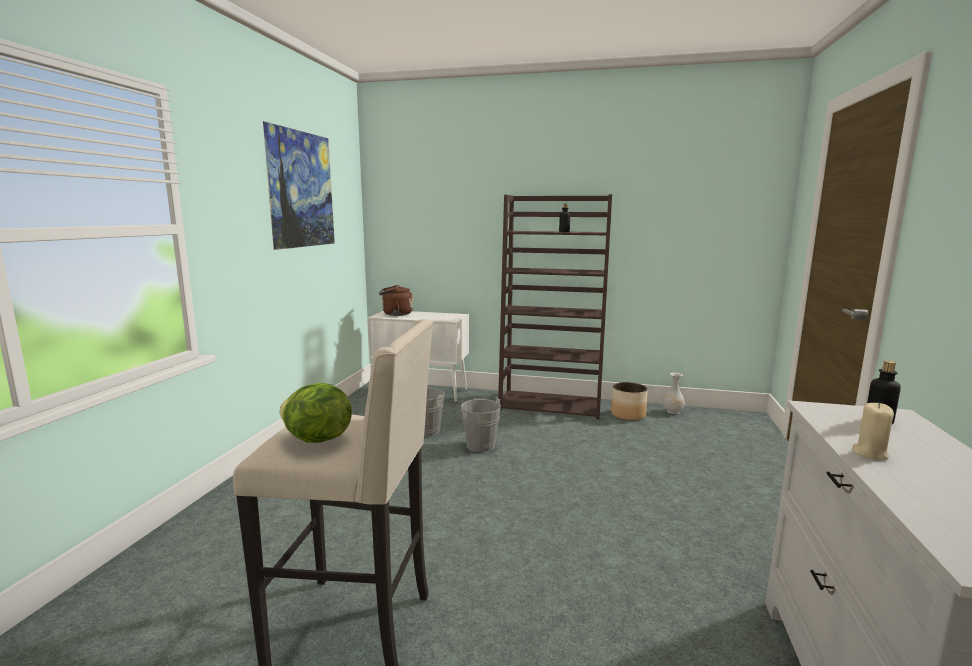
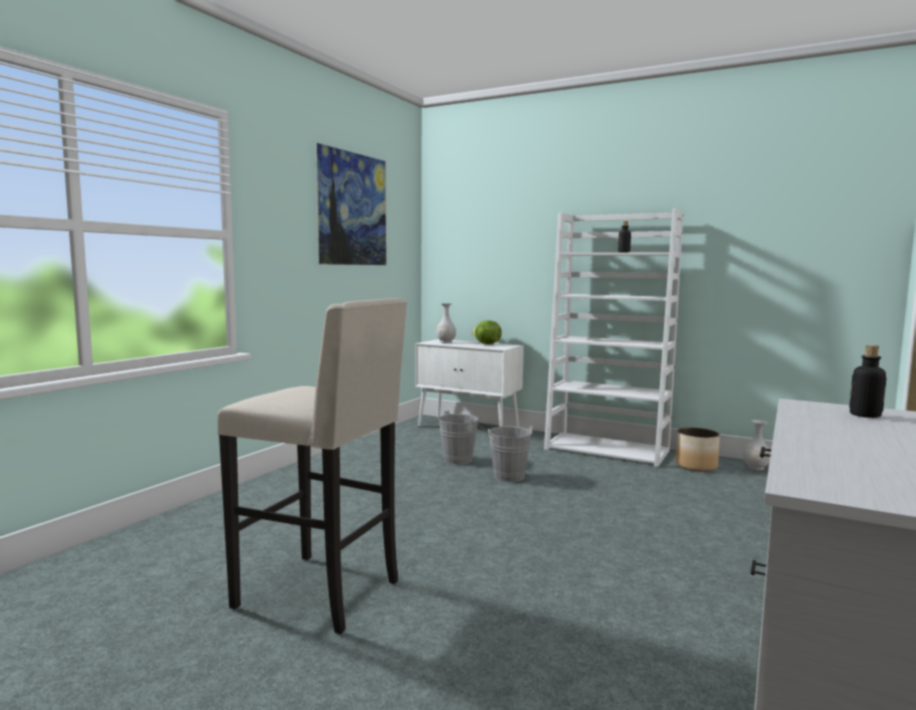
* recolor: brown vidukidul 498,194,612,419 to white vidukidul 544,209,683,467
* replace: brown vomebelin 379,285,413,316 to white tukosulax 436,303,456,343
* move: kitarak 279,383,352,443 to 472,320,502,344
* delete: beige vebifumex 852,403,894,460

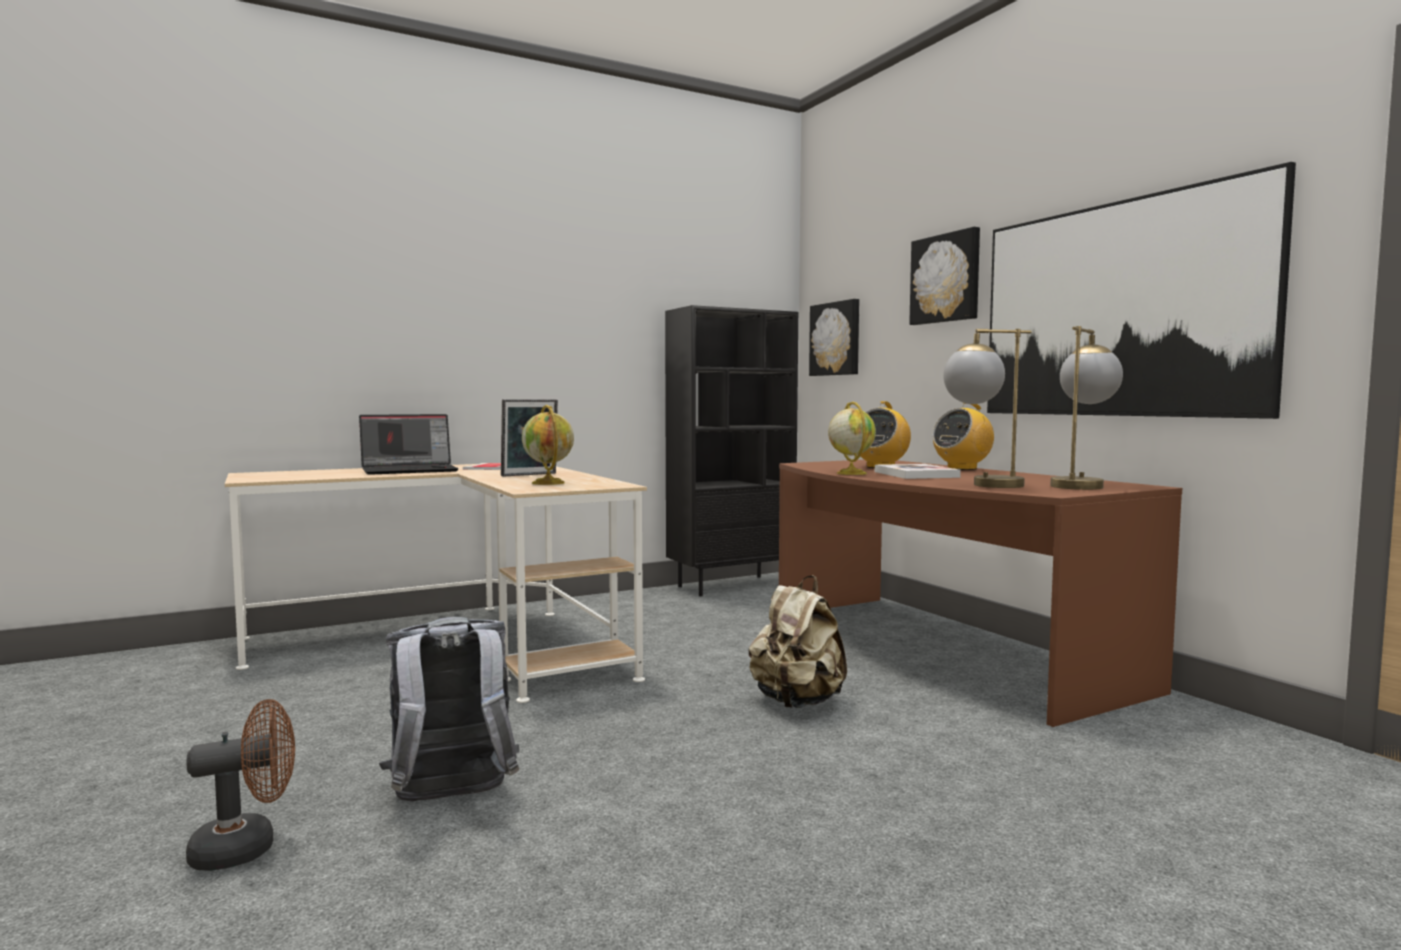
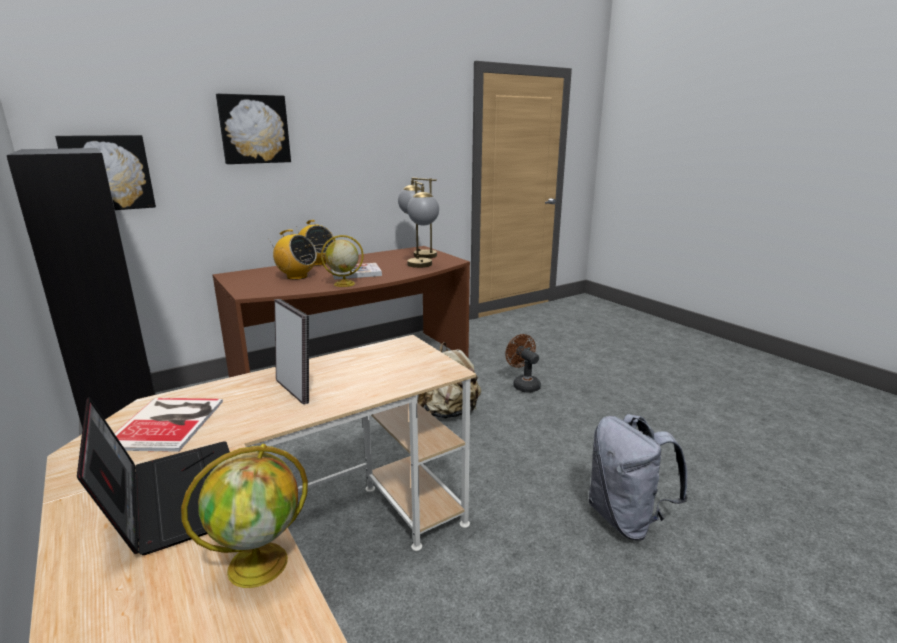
* delete: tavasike 987,162,1296,419
* move: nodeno 522,405,574,485 to 181,444,308,588
* move: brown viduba 186,699,295,871 to 505,334,541,393

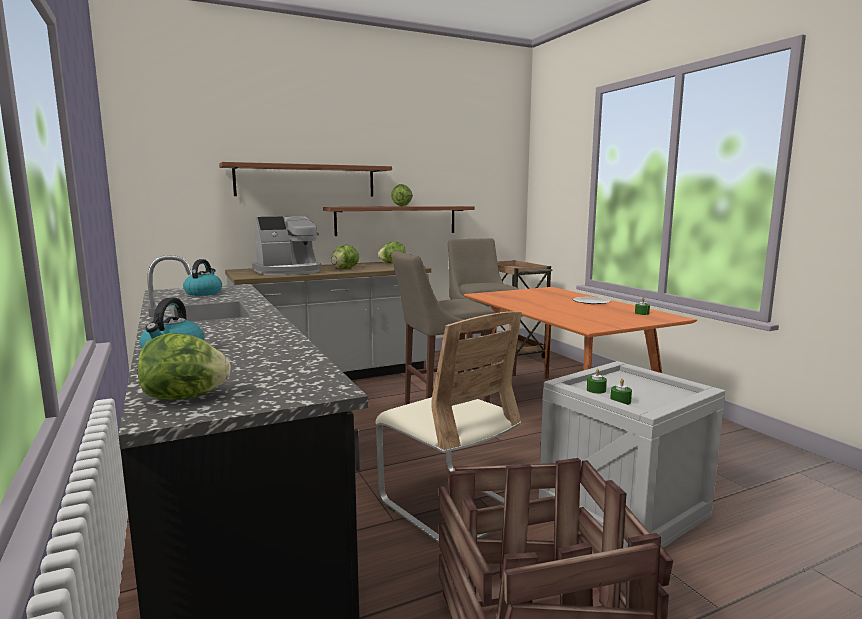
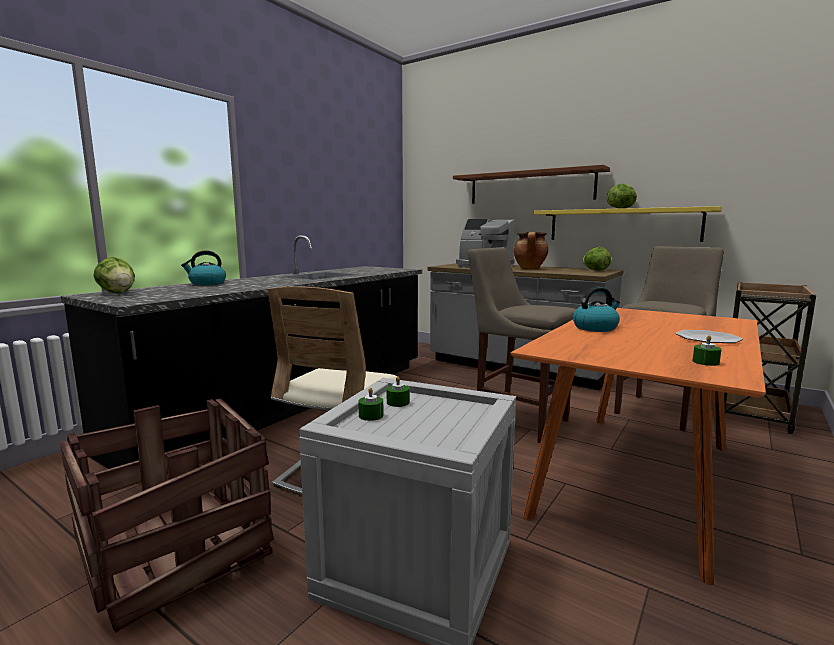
* recolor: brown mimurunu 323,206,475,236 to yellow mimurunu 534,206,722,242
* replace: kitarak 331,245,359,269 to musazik 514,232,548,269
* move: vomebelin 183,259,222,296 to 573,287,620,332

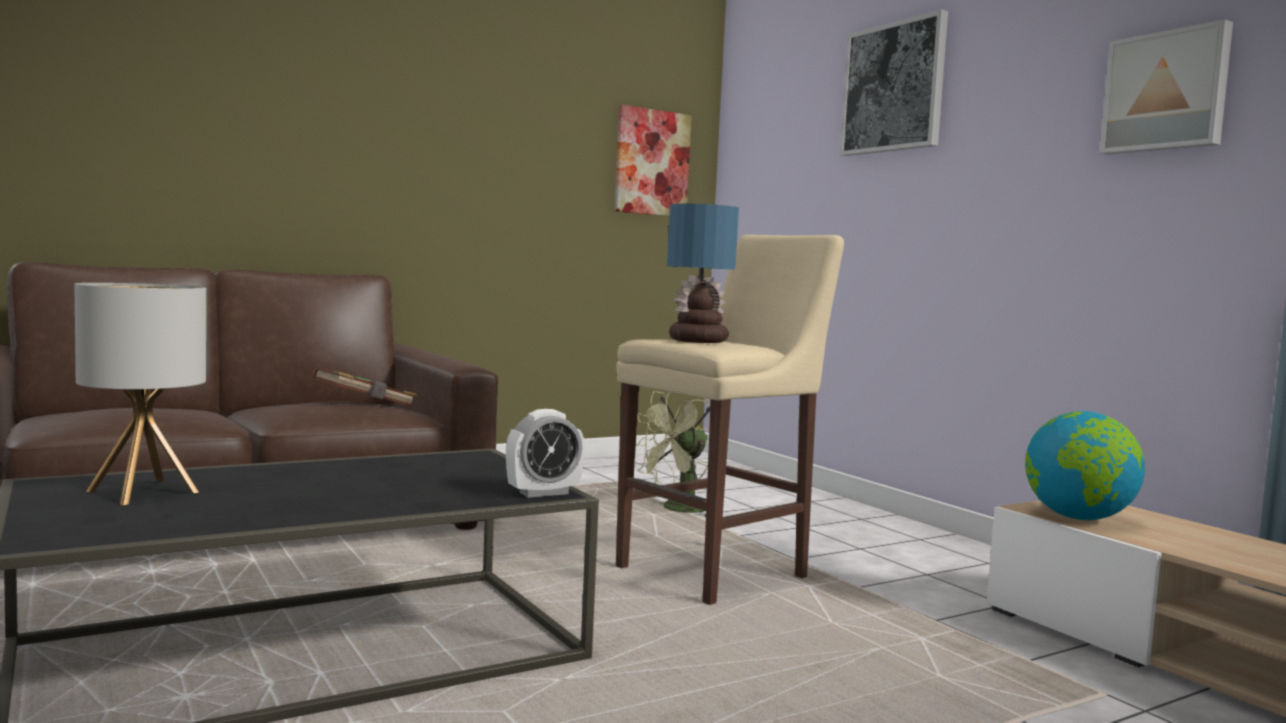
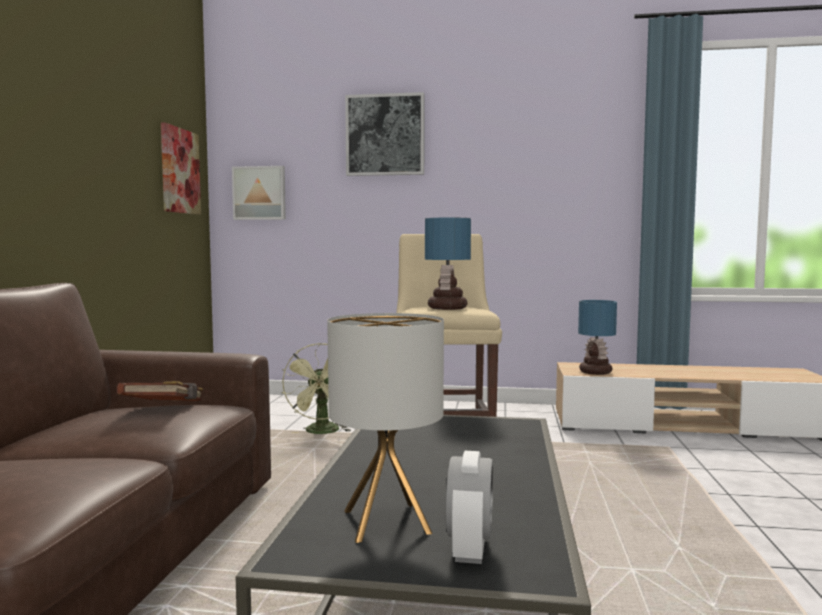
* move: tavasike 1100,20,1233,154 to 232,166,286,220
* move: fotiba 506,409,585,498 to 445,451,493,564
* replace: nodeno 1025,411,1145,520 to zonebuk 578,300,617,375

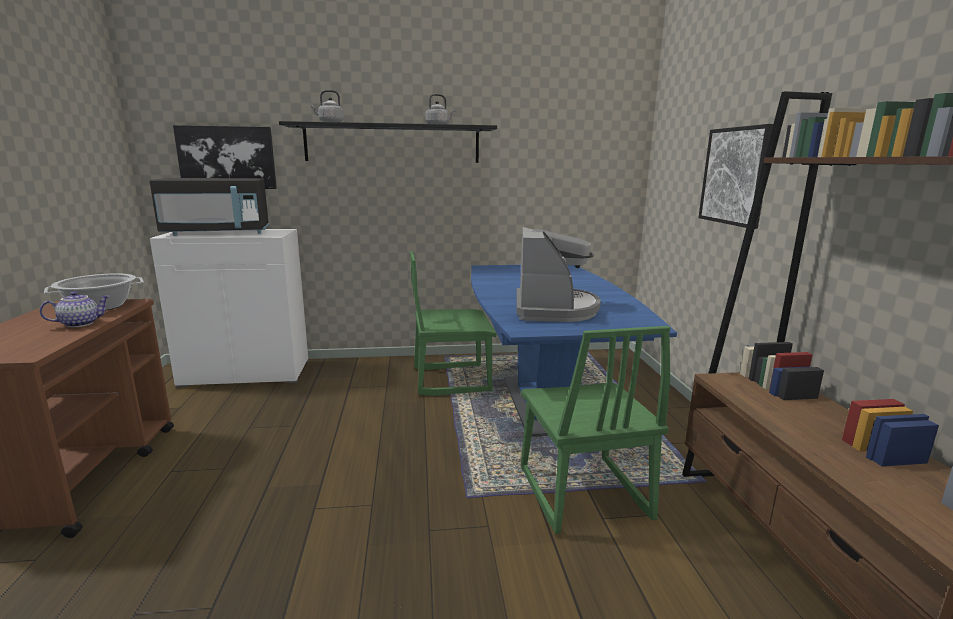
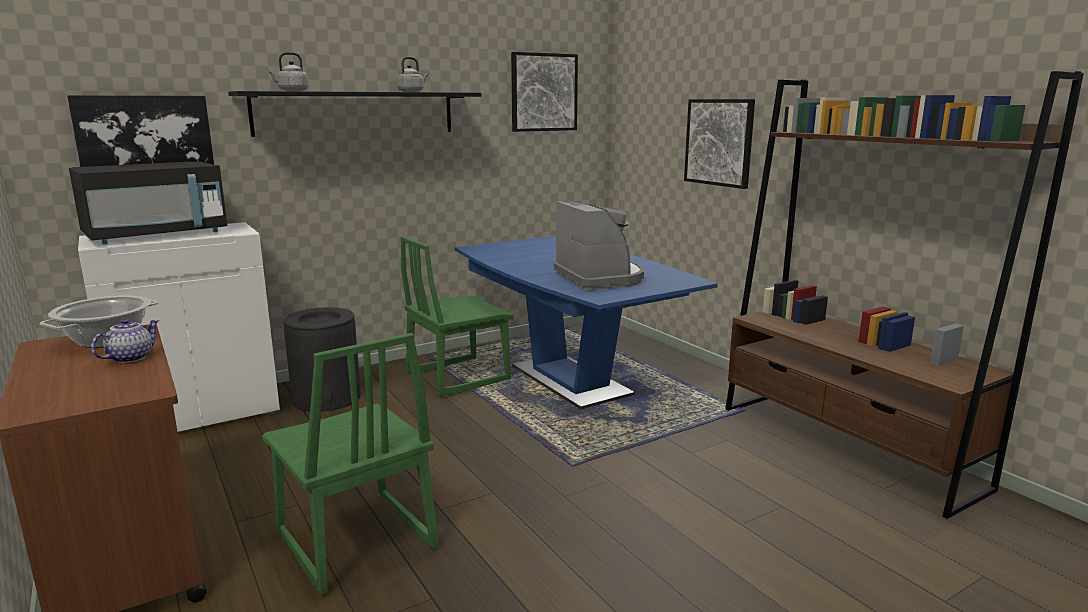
* move: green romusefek 521,326,670,534 to 262,333,439,595
* insert: tavasike 511,52,578,132
* insert: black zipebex 283,307,361,412

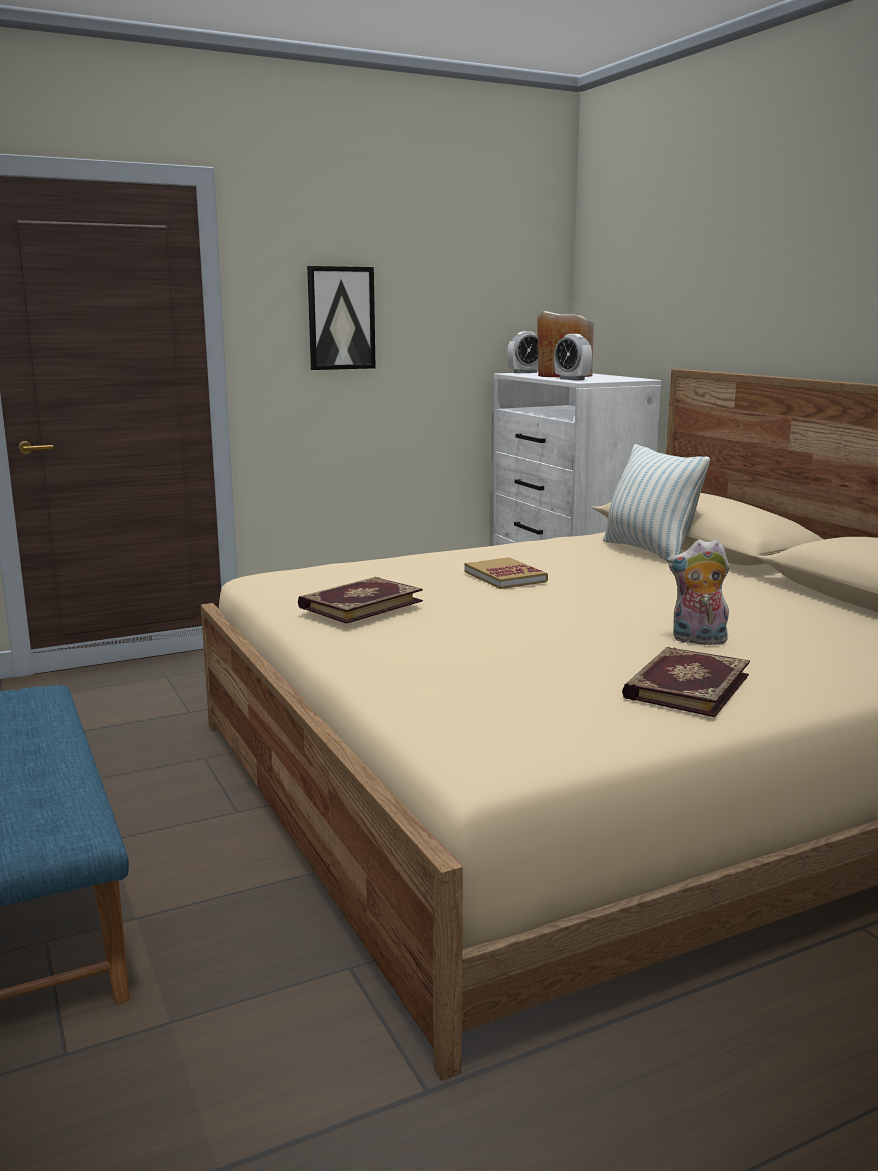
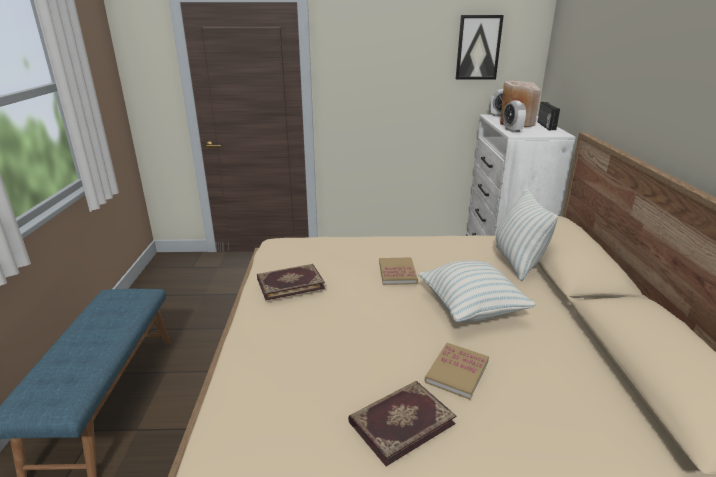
* move: tavasike 307,266,376,370 to 456,15,504,80
* replace: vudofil 668,539,730,647 to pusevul 424,343,489,400
* insert: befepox 538,102,560,130
* insert: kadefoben 418,260,536,322

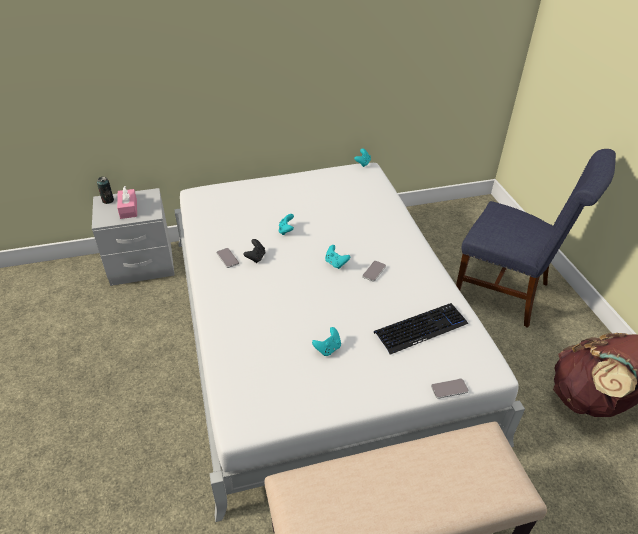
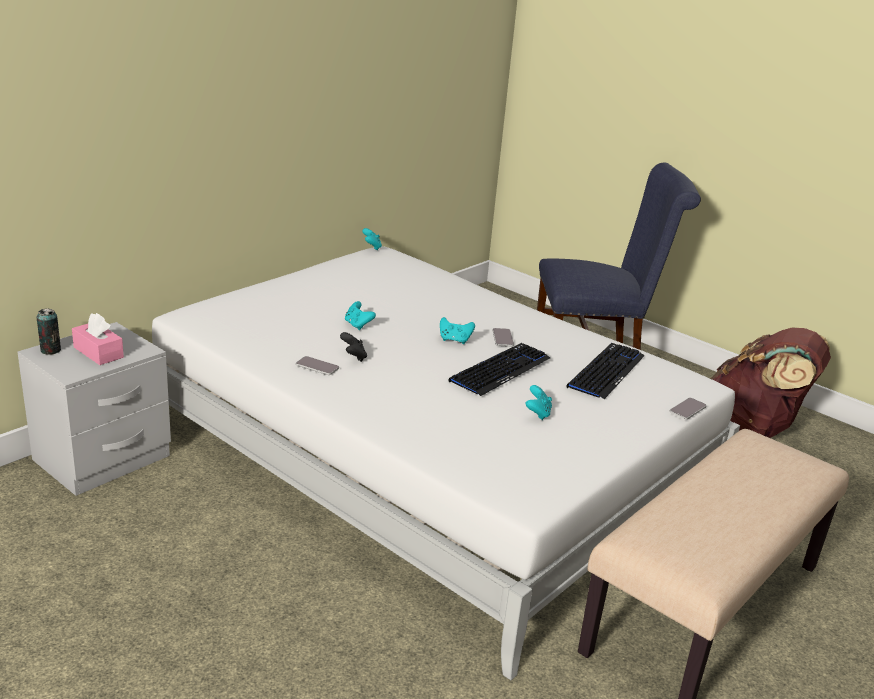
* insert: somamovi 448,343,550,396

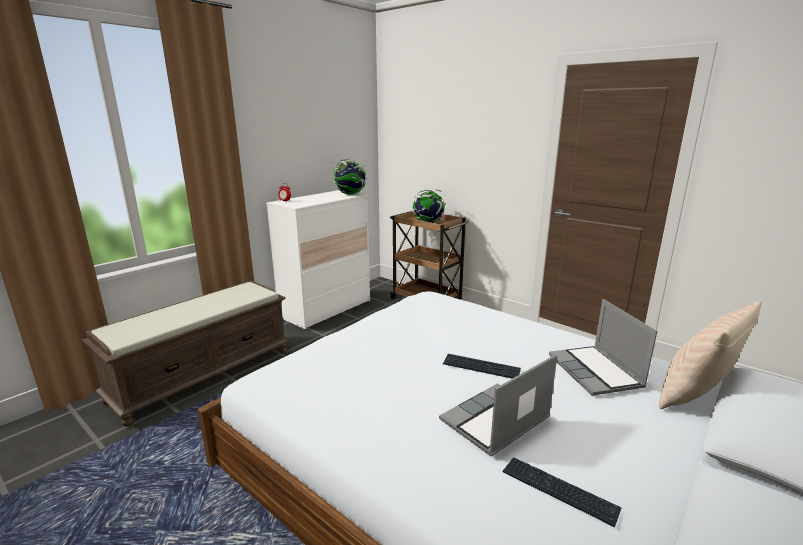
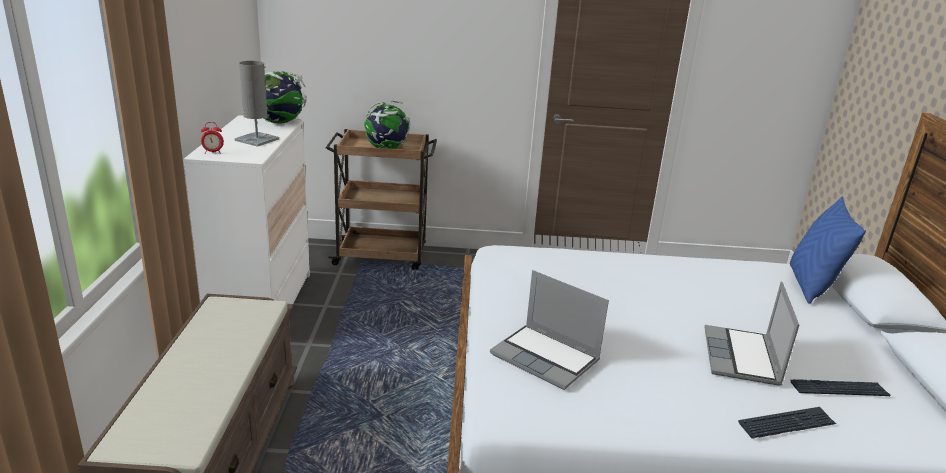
* move: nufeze 549,299,657,396 to 490,270,609,390
* recolor: beige kadefoben 659,301,762,409 to blue kadefoben 790,197,866,304
* move: somamovi 443,354,521,379 to 738,407,836,439
* insert: grey zonebuk 234,61,279,147

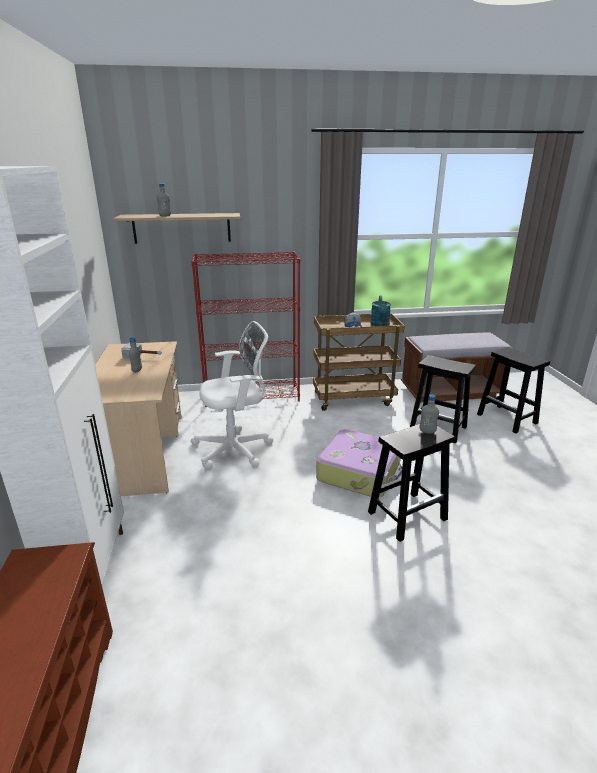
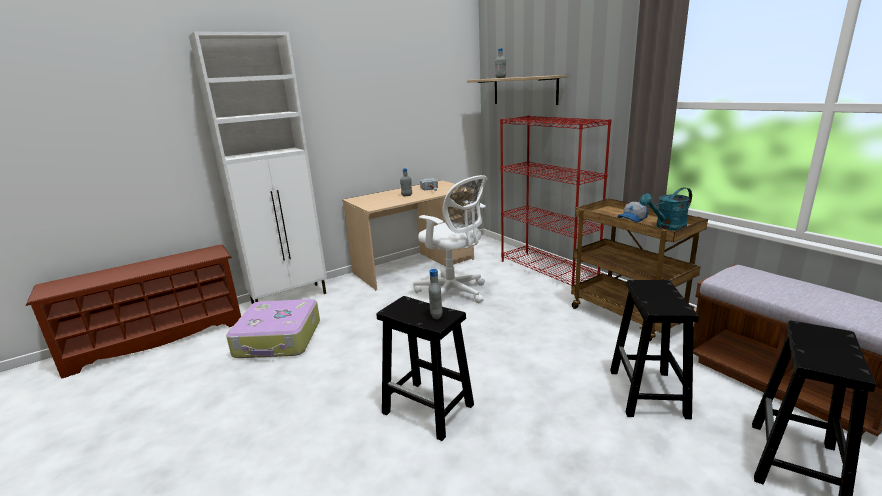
* move: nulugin 316,429,402,498 to 226,299,320,358

